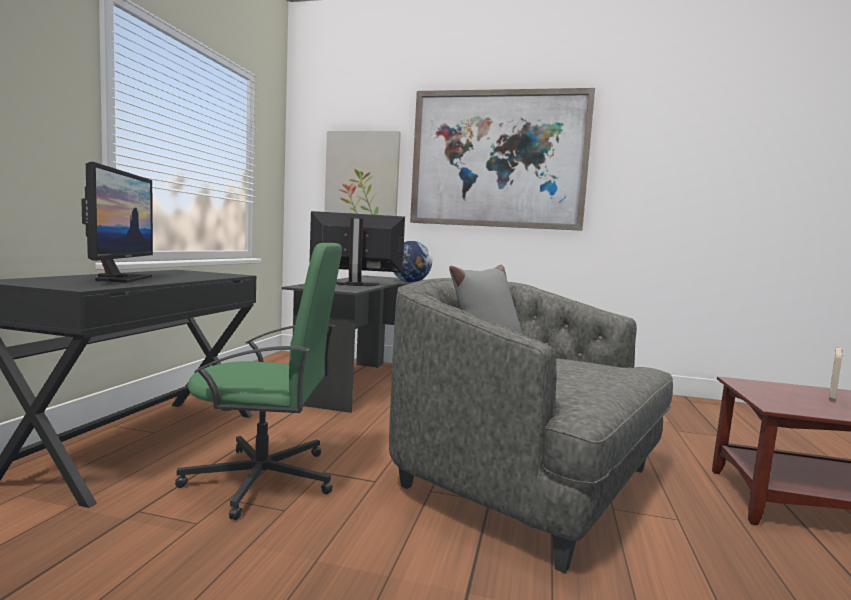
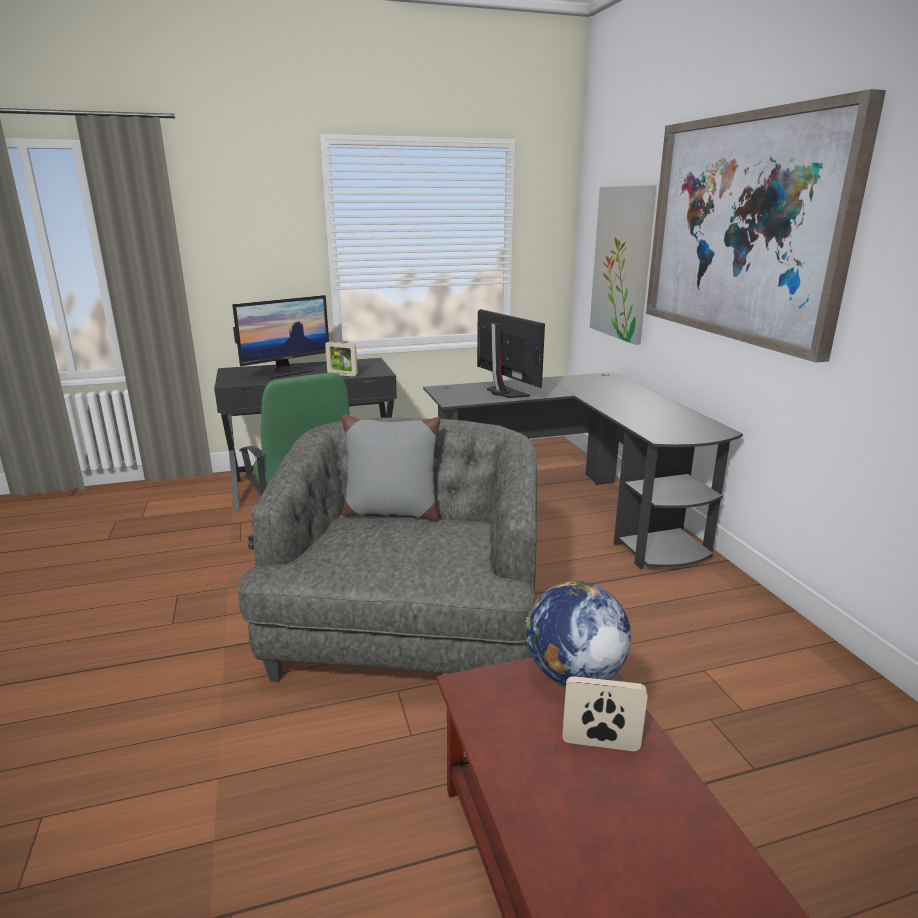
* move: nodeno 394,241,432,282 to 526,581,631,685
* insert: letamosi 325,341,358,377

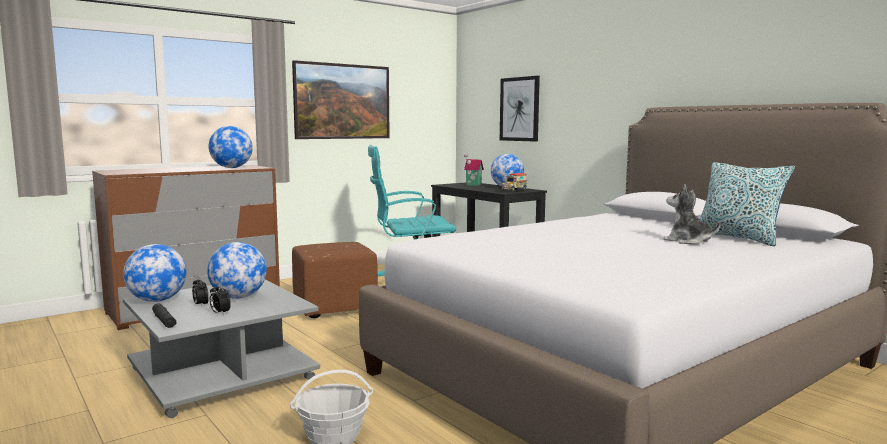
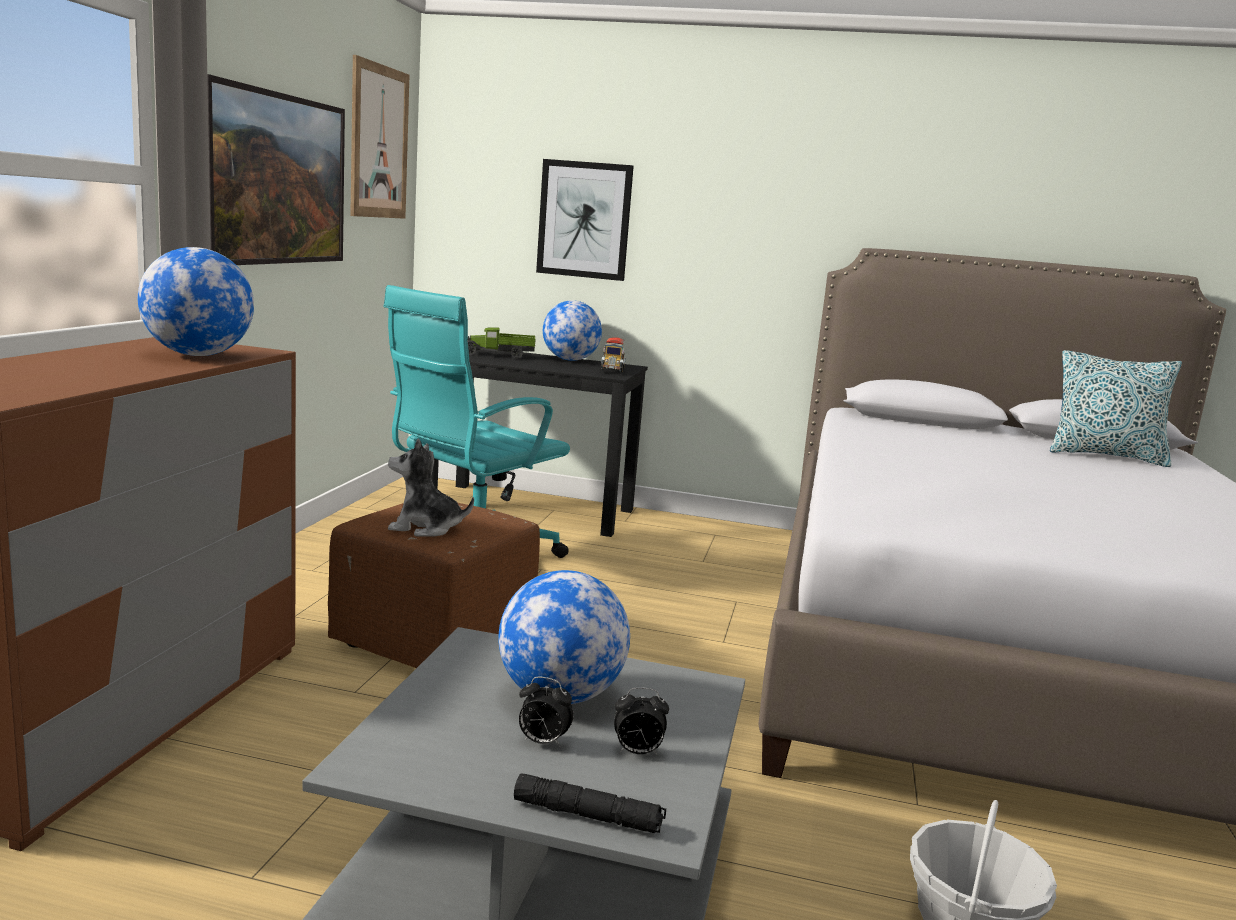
* replace: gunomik 464,153,484,186 to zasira 467,327,535,359
* move: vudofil 663,184,720,245 to 388,439,474,537
* delete: nodeno 123,244,186,302
* insert: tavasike 350,55,409,219

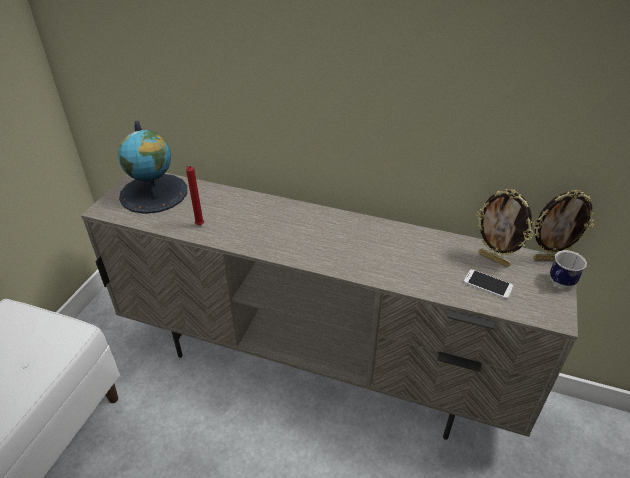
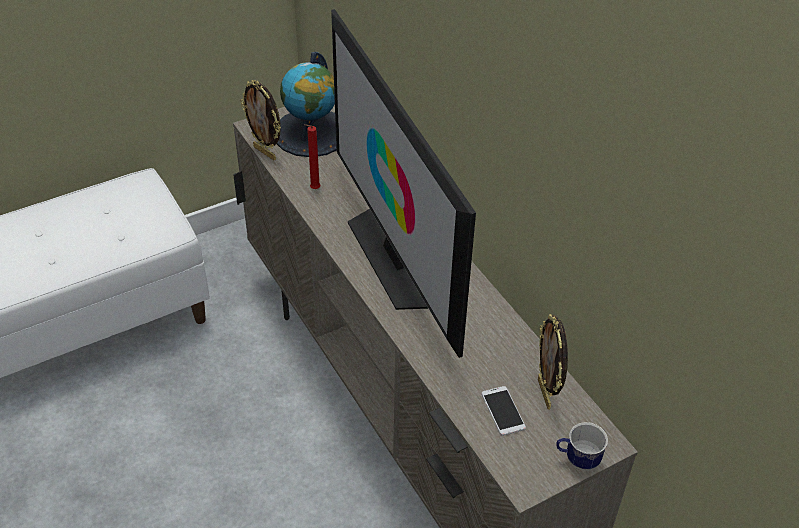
* move: letamosi 533,189,595,261 to 240,80,281,160
* insert: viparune 331,9,476,358

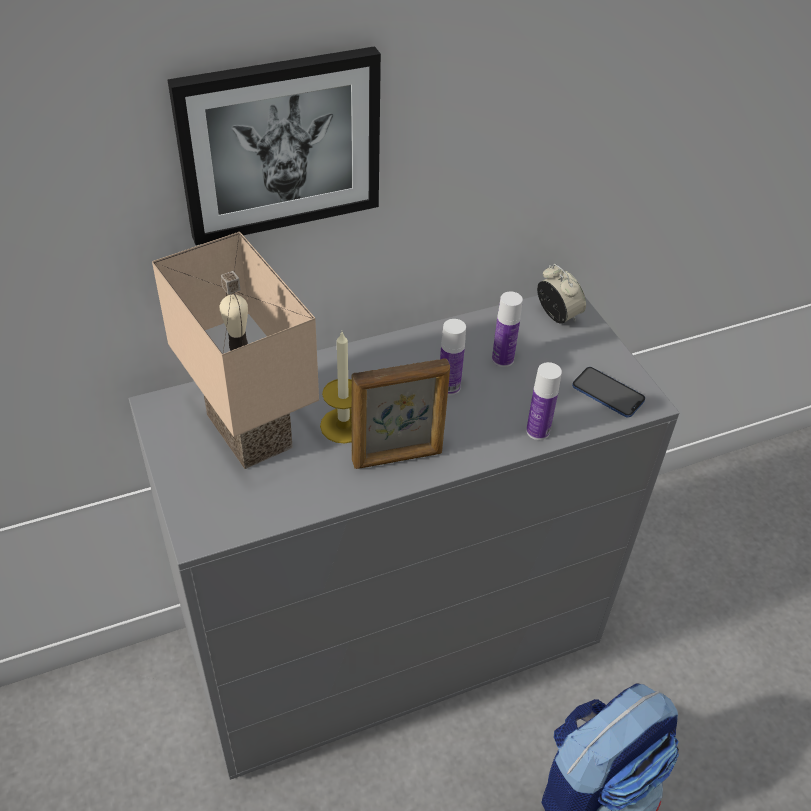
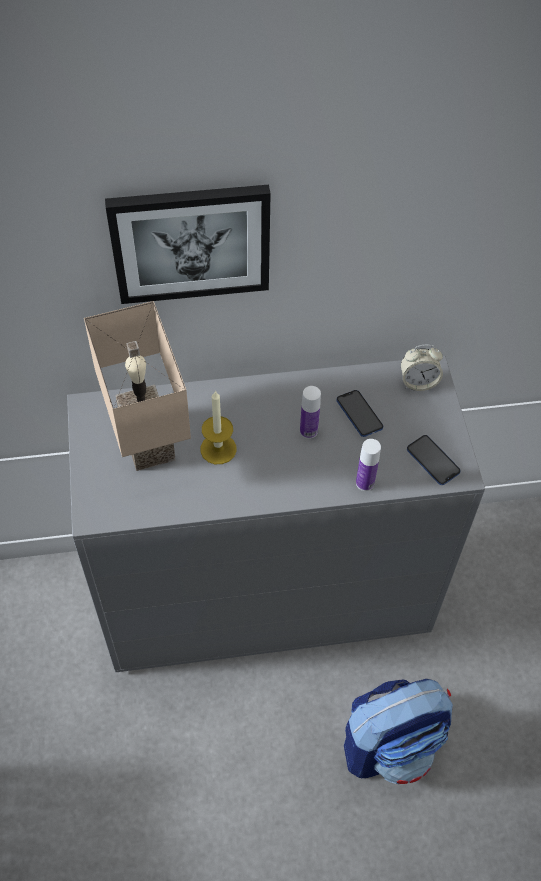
* rotate: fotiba 537,264,586,324 = 401,345,443,391 105 degrees clockwise
* replace: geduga 492,291,523,367 to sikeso 336,390,383,437
* delete: letamosi 351,358,450,469

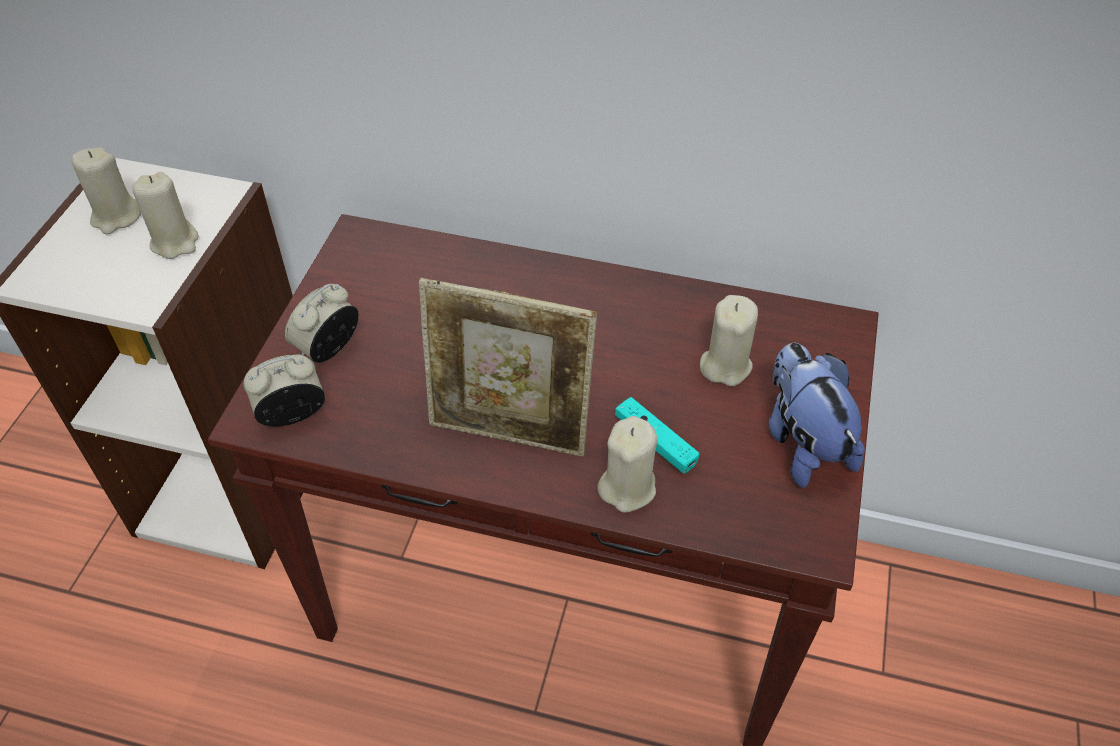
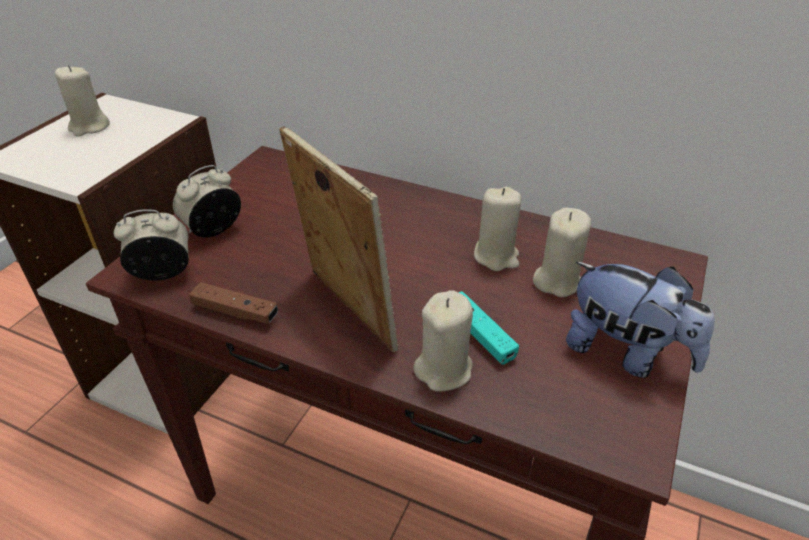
* move: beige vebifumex 132,172,199,259 to 474,187,522,271
* rotate: letamosi 419,278,597,457 = 279,126,398,352 150 degrees counterclockwise
* rotate: vudofil 768,343,865,488 = 566,262,714,378 135 degrees clockwise
* insert: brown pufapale 189,282,278,324

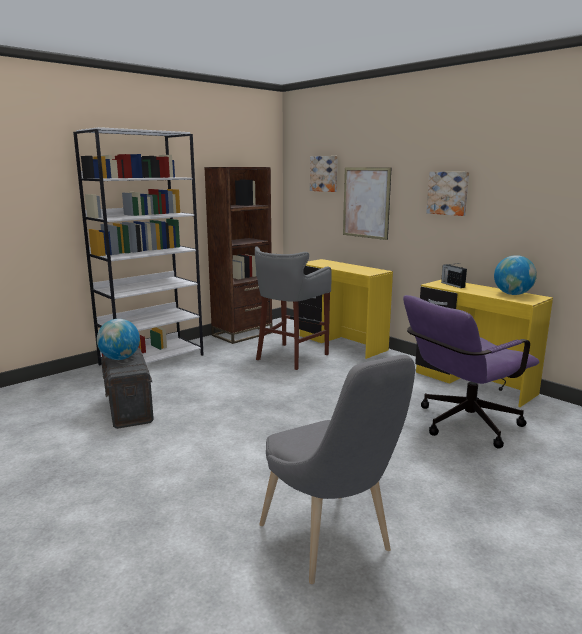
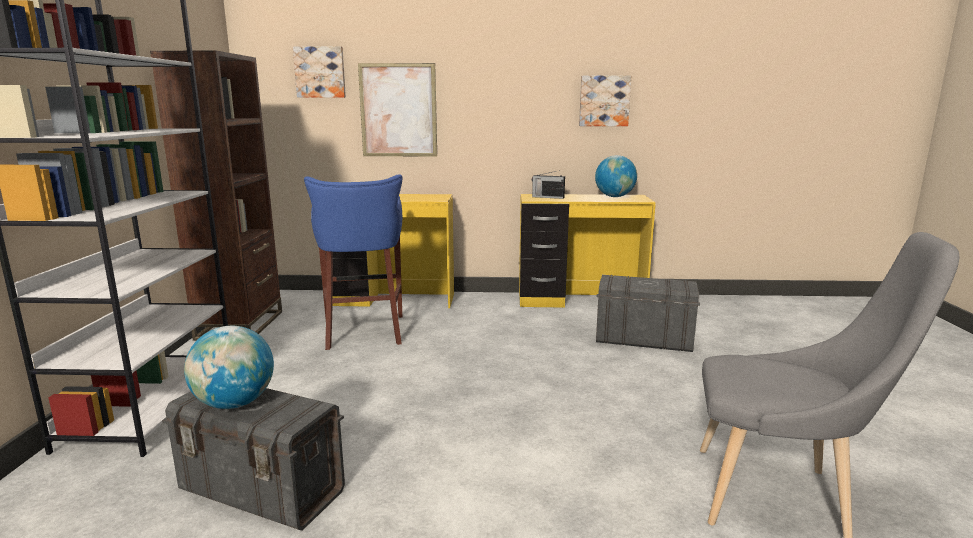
* move: tavasike 426,172,469,216 to 579,75,631,126
* recolor: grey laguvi 255,247,331,370 to blue laguvi 304,174,403,350
* replace: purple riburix 403,295,539,449 to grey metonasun 596,275,700,352

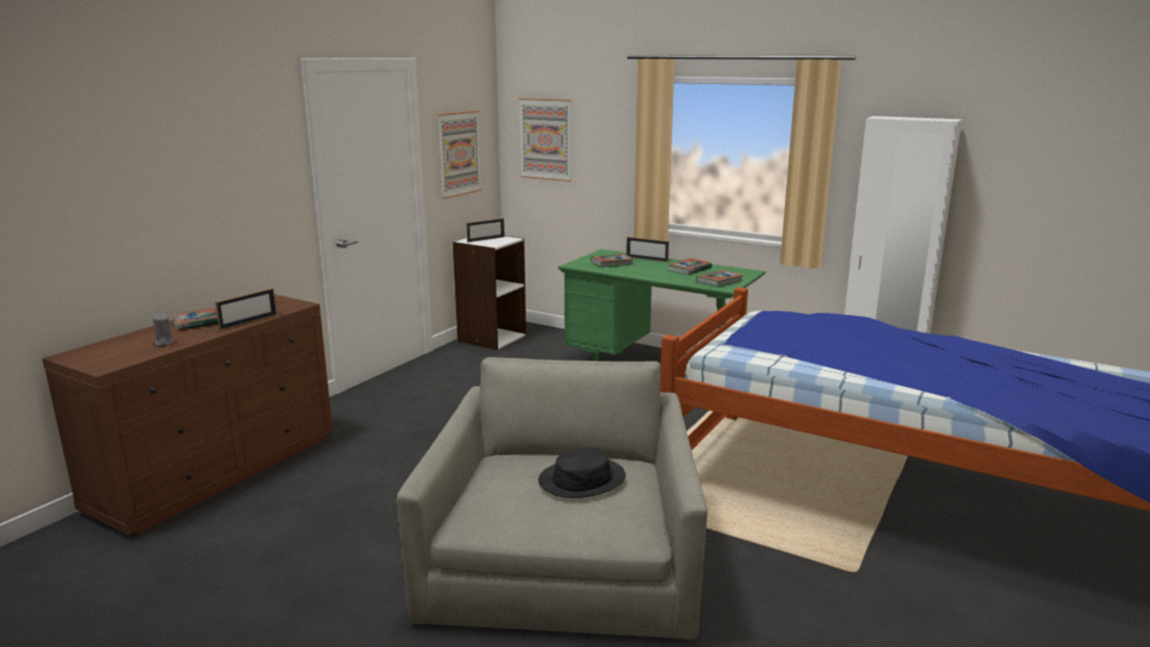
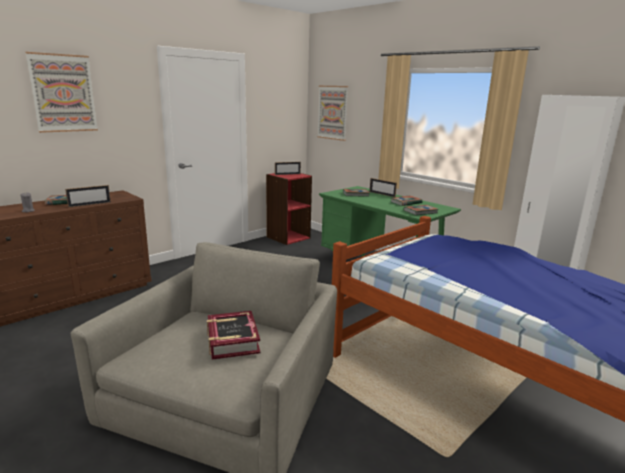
* move: tavasike 437,110,482,199 to 26,52,98,133
* recolor: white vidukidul 453,236,526,350 to red vidukidul 266,173,312,245
* replace: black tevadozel 538,448,626,498 to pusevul 207,311,260,360

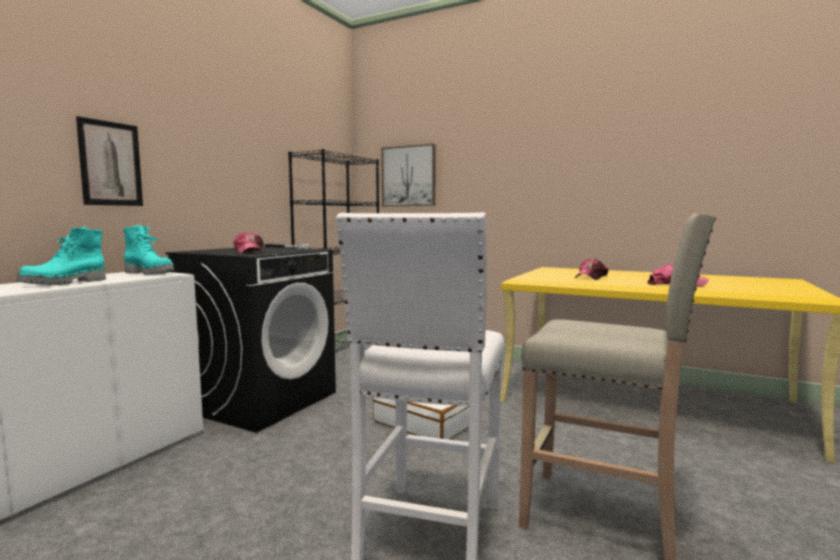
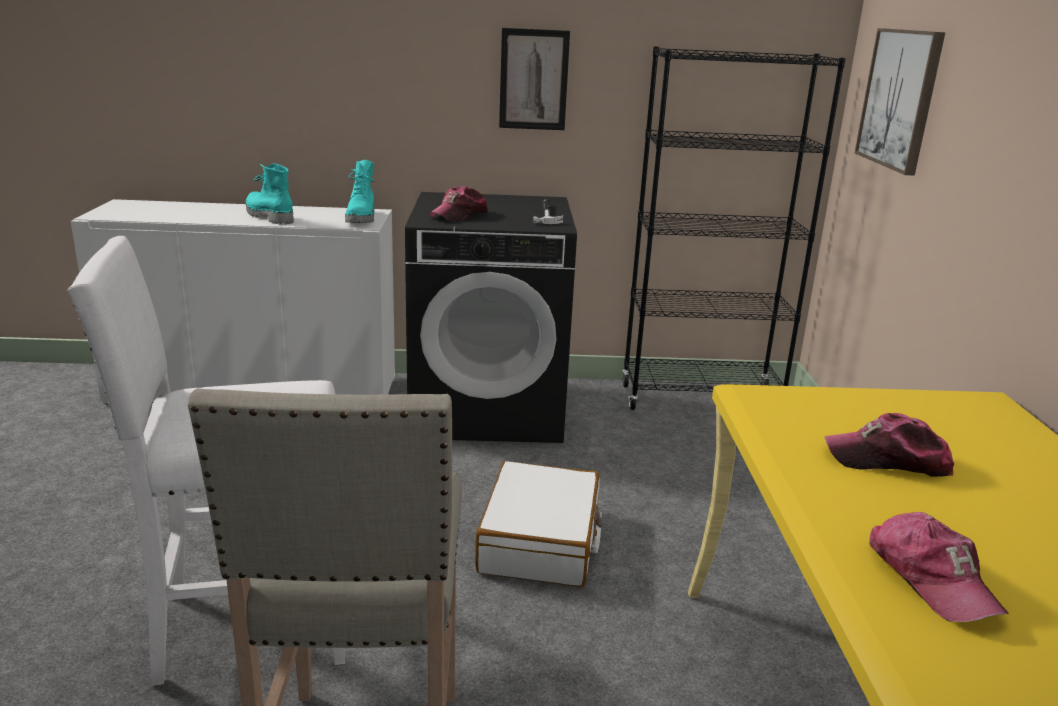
* move: tavasike 76,116,143,206 to 499,28,570,130
* rotate: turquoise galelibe 16,226,106,285 = 246,163,294,225 45 degrees clockwise

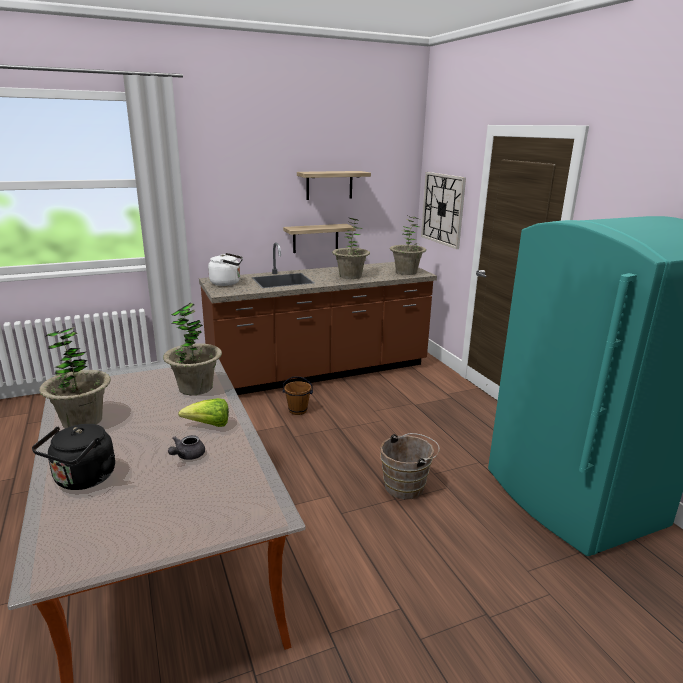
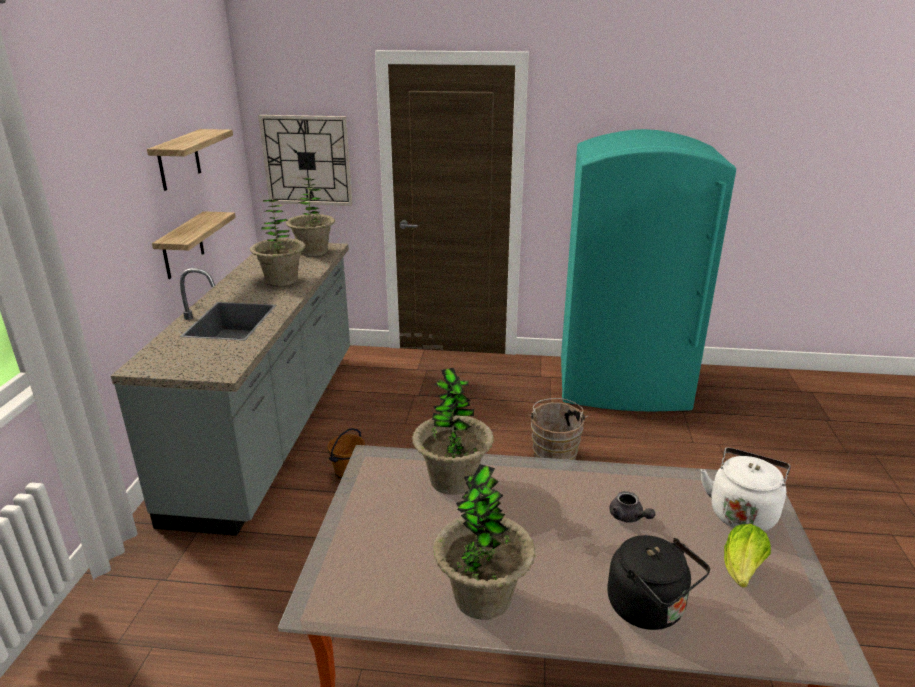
* recolor: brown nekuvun 199,242,437,395 to grey nekuvun 111,243,350,536
* move: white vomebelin 208,253,243,286 to 701,447,791,531
* move: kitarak 178,398,229,427 to 724,524,771,588

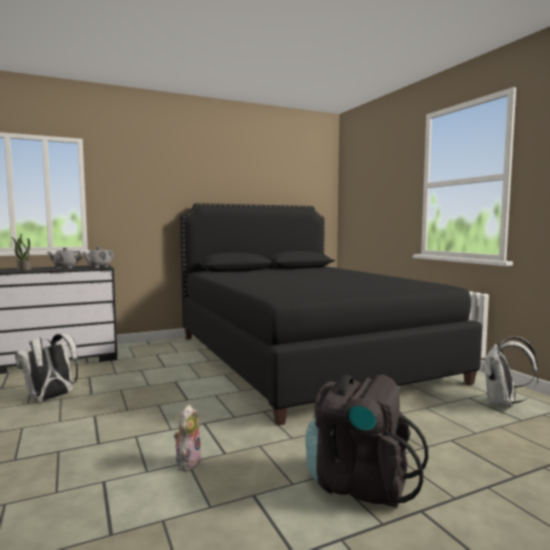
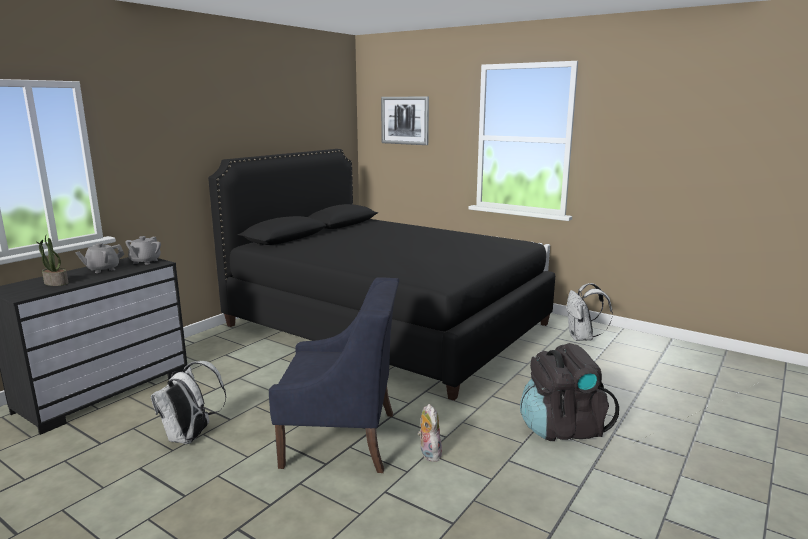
* insert: tavasike 381,96,429,145
* insert: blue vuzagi 269,278,399,473

